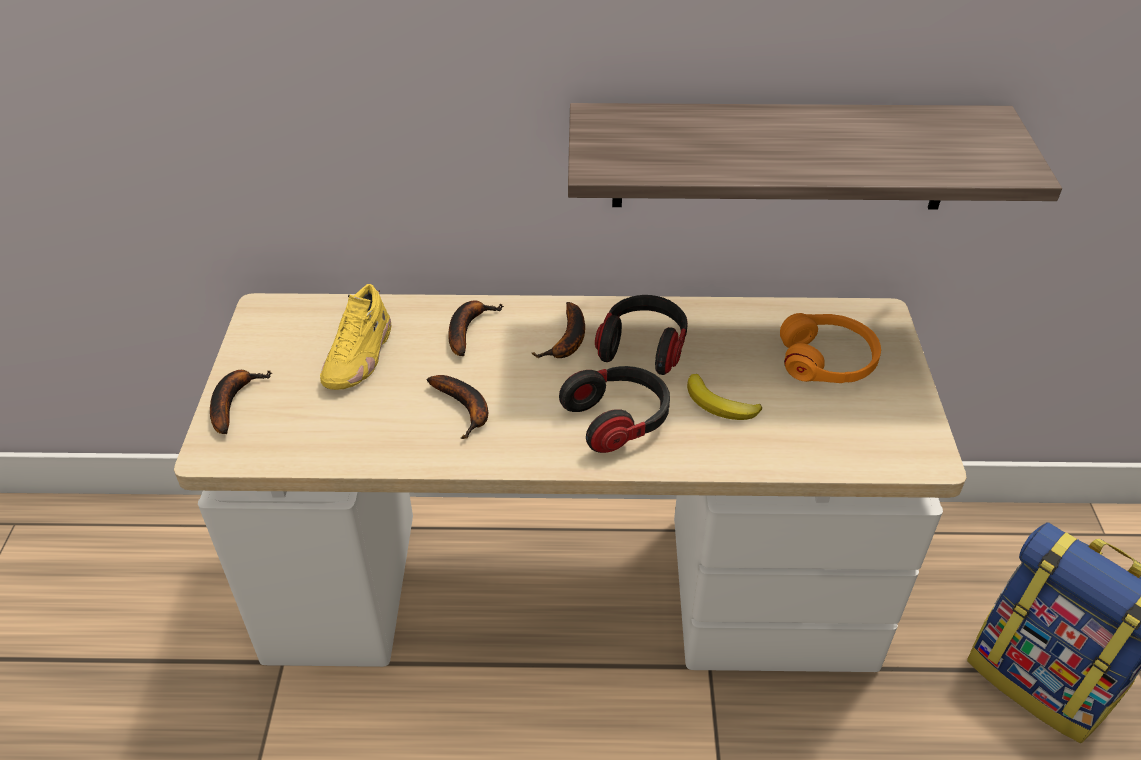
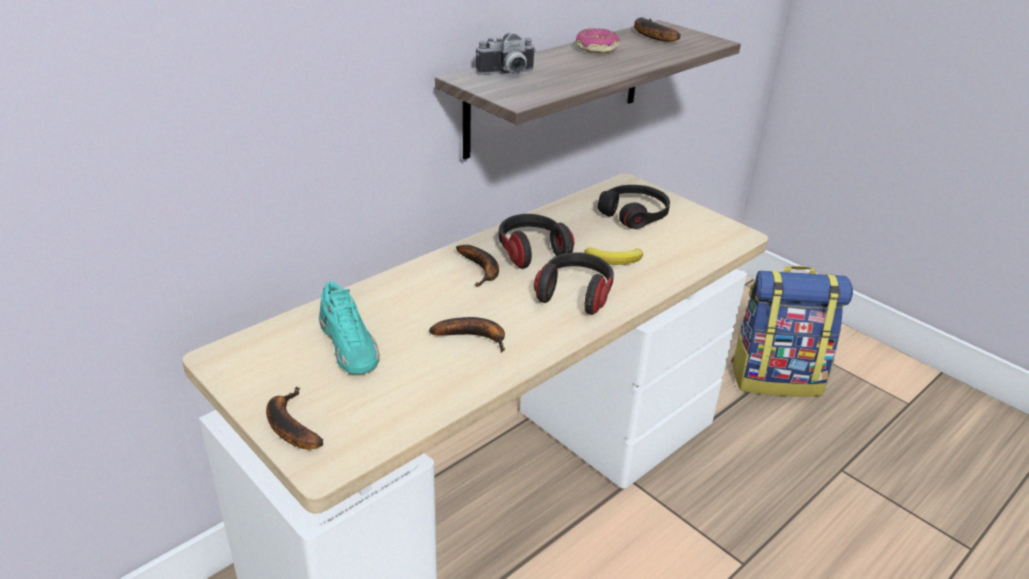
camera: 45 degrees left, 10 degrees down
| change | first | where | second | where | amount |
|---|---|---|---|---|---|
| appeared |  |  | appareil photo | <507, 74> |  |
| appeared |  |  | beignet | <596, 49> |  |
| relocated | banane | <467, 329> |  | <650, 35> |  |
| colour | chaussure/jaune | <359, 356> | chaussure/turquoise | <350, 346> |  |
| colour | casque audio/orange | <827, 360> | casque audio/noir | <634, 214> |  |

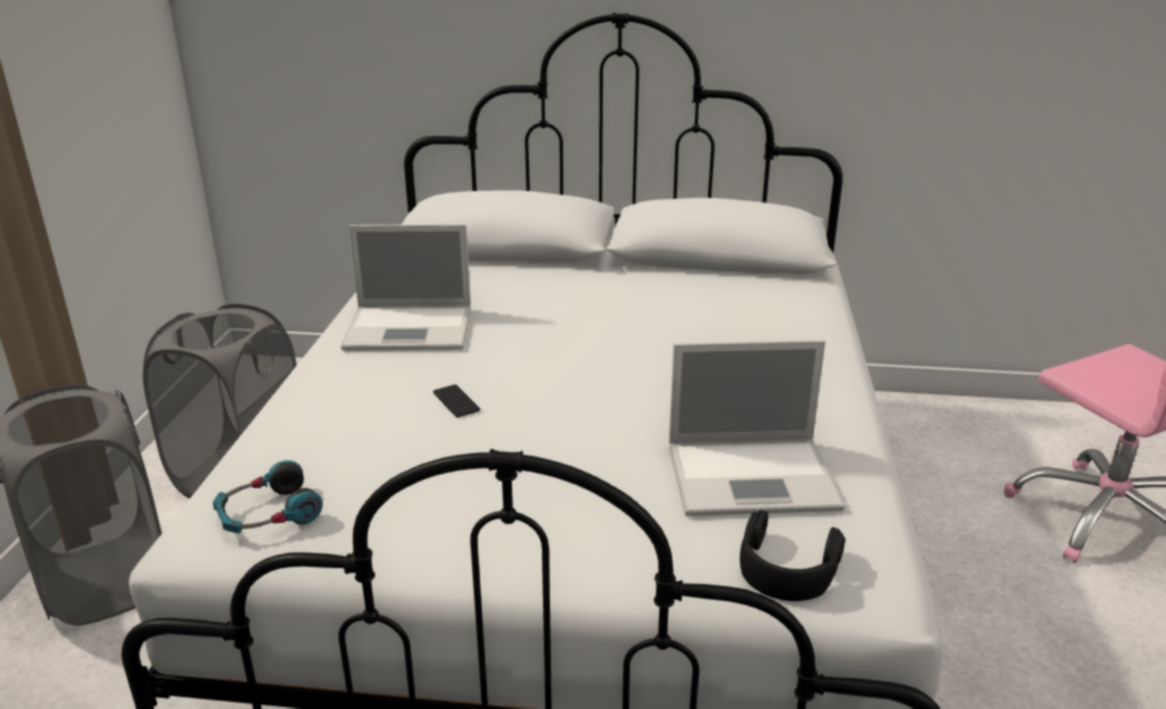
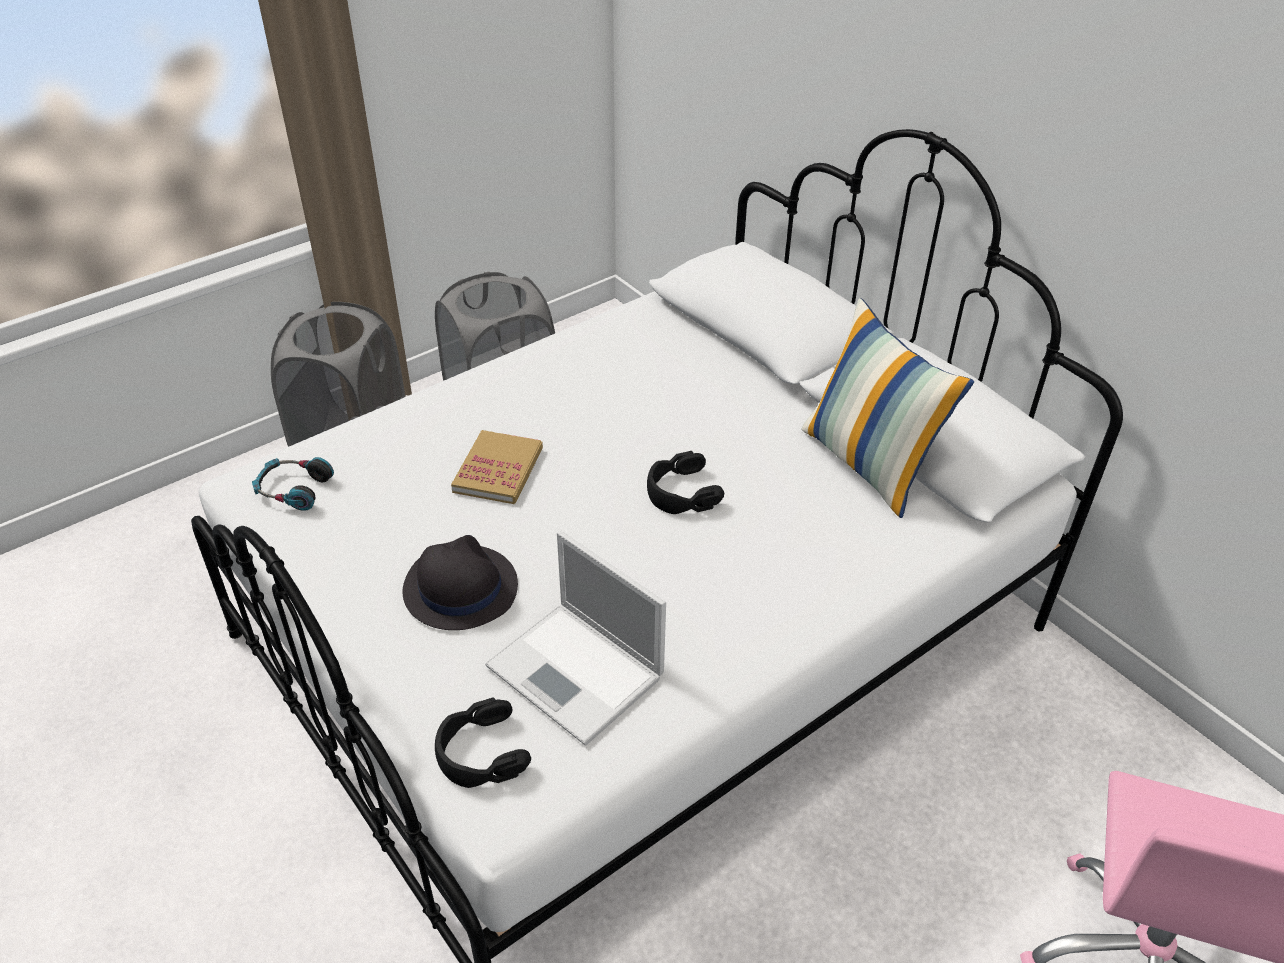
camera: 45 degrees right, 15 degrees up
| change | first | where | second | where | amount |
|---|---|---|---|---|---|
| missing | ordinateur portable | <412, 328> |  |  |  |
| appeared |  |  | chapeau/noir | <459, 588> |  |
| appeared |  |  | casque audio/noir | <681, 492> |  |
| appeared |  |  | coussin | <869, 464> |  |
| exchanged | téléphone | <456, 402> | livre | <498, 470> |  |

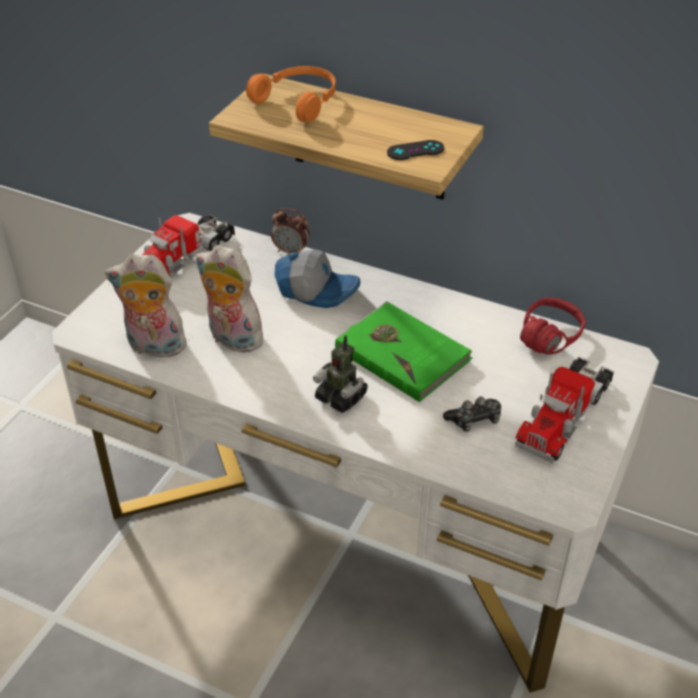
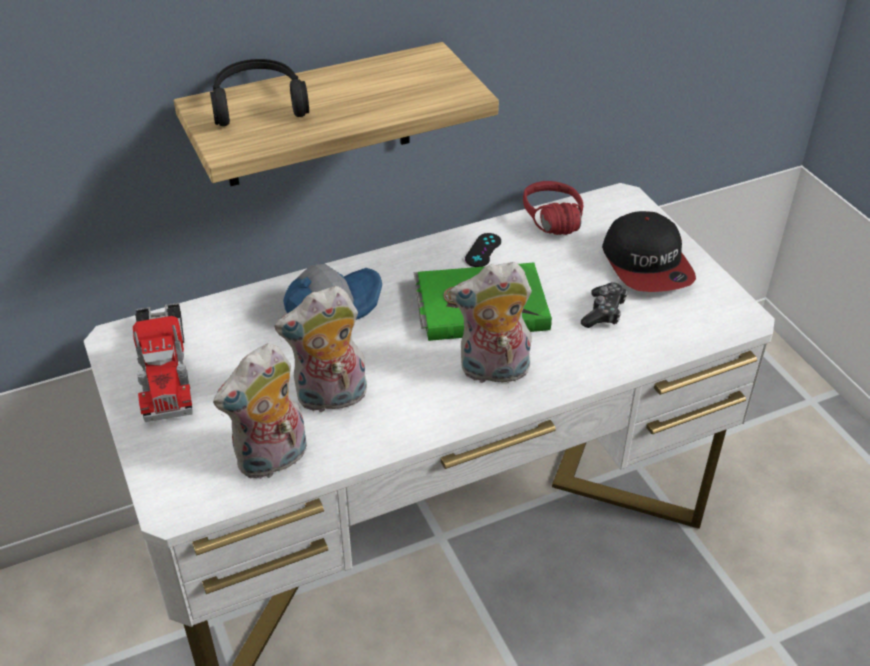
camera: 50 degrees left, 0 degrees up
| change | first | where | second | where | amount |
|---|---|---|---|---|---|
| missing | réveil | <291, 251> |  |  |  |
| relocated | manette/noir | <415, 150> |  | <483, 250> |  |
| exchanged | robot jouet | <341, 397> | peluche | <493, 372> |  |
| exchanged | camion jouet | <564, 415> | casquette | <647, 264> |  |
| colour | casque audio/orange | <299, 101> | casque audio/noir | <258, 103> |  |

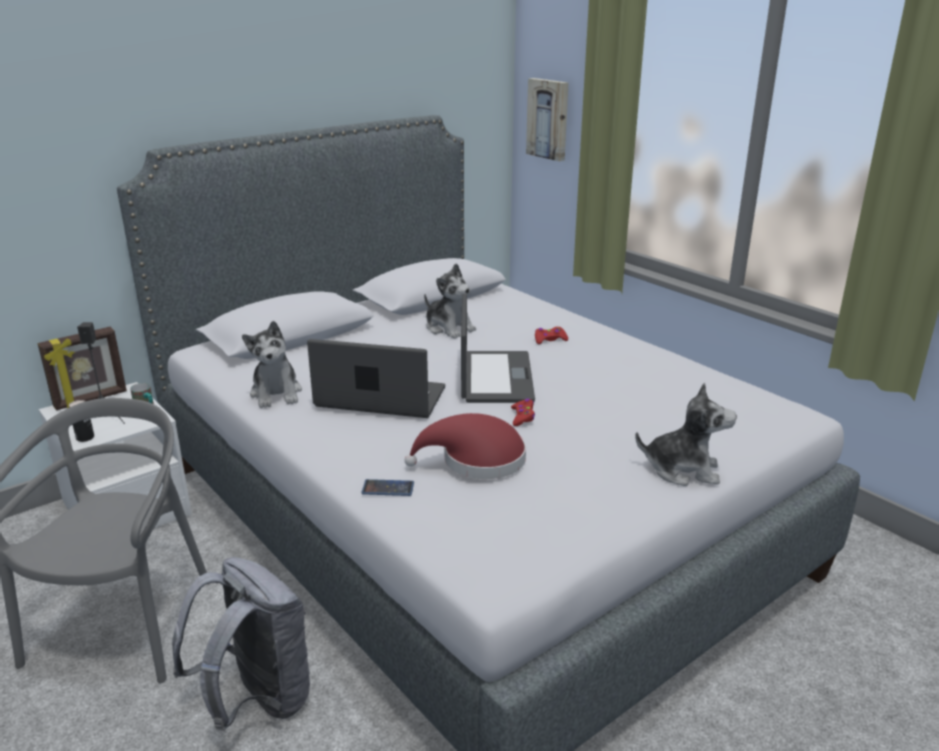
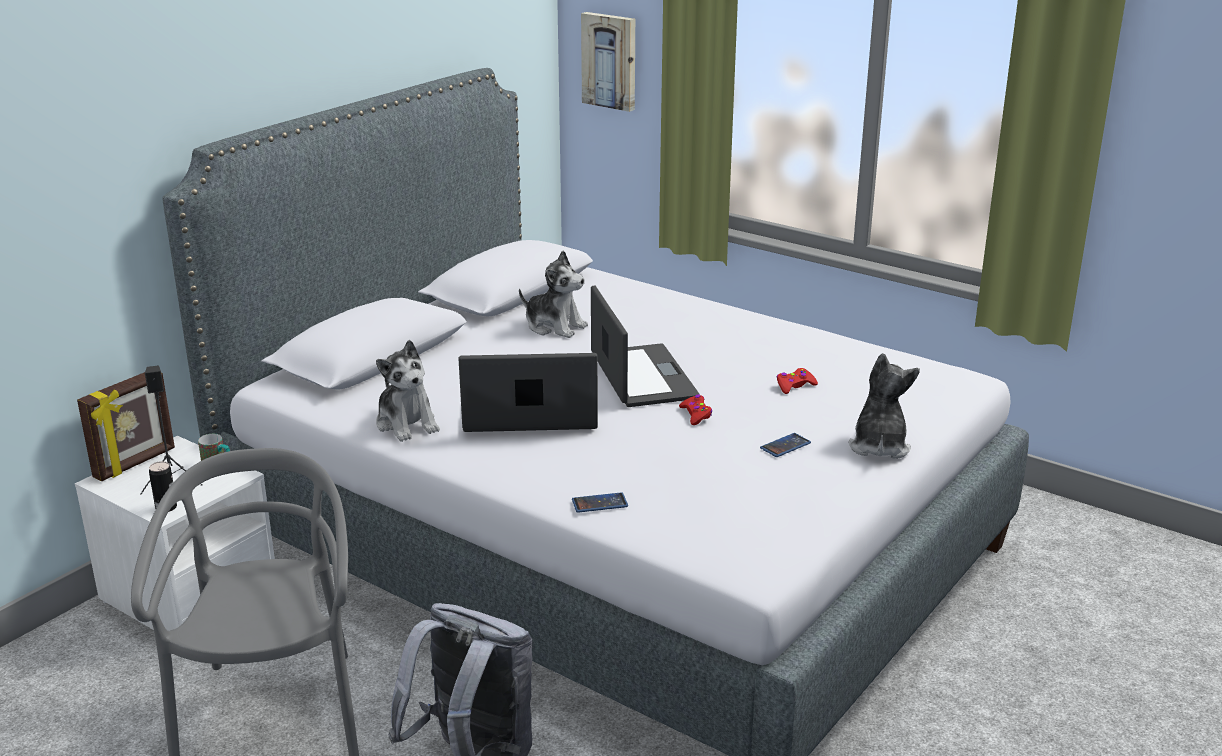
camera: 15 degrees left, 0 degrees up
| change | first | where | second | where | amount |
|---|---|---|---|---|---|
| missing | chapeau/rouge | <476, 461> |  |  |  |
| appeared |  |  | téléphone | <785, 446> |  |
| relocated | manette/rouge | <549, 339> |  | <794, 386> |  |
| spun | peluche | <683, 470> |  | <878, 446> | 75 degrees counterclockwise |

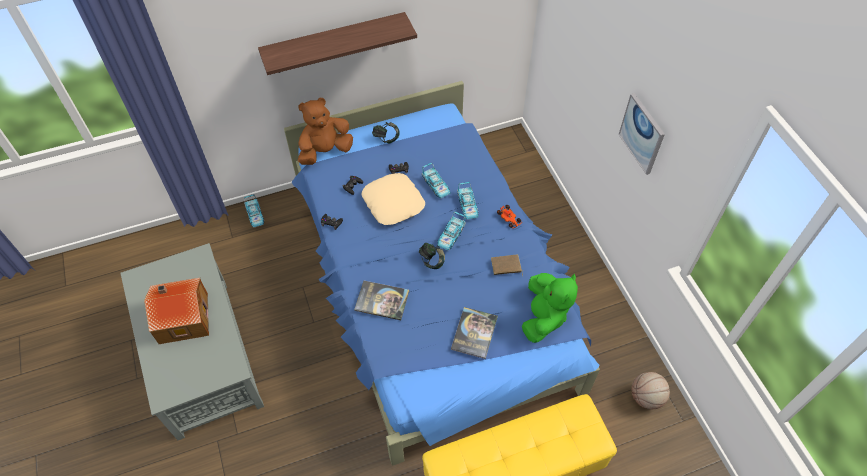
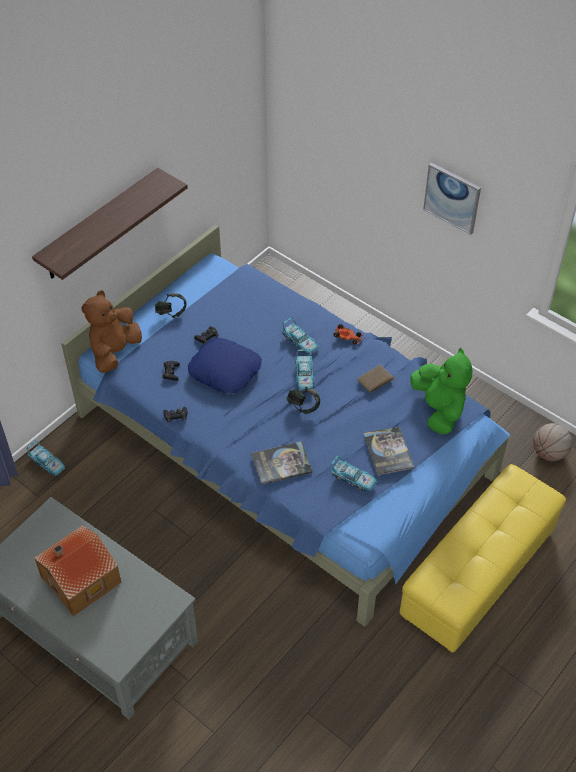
camera: 30 degrees left, 5 degrees down
| change | first | where | second | where | amount |
|---|---|---|---|---|---|
| relocated | petite voiture | <436, 185> |  | <353, 478> |  |
| colour | coussin/beige | <393, 203> | coussin/bleu | <225, 370> |  |

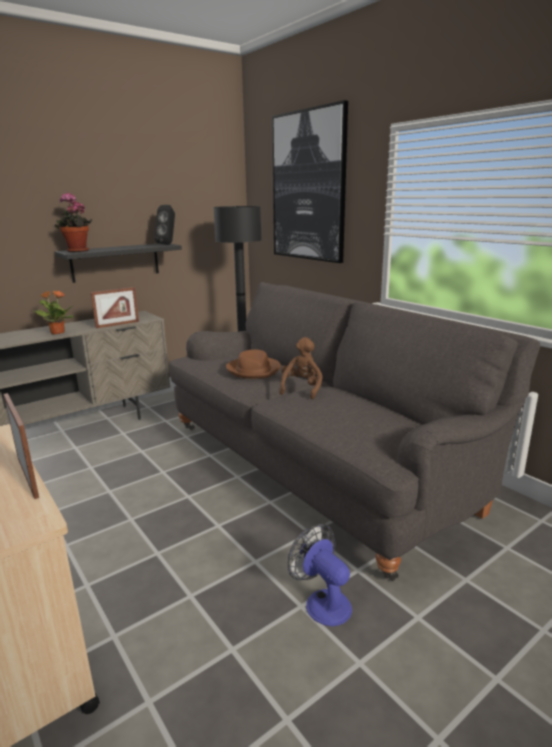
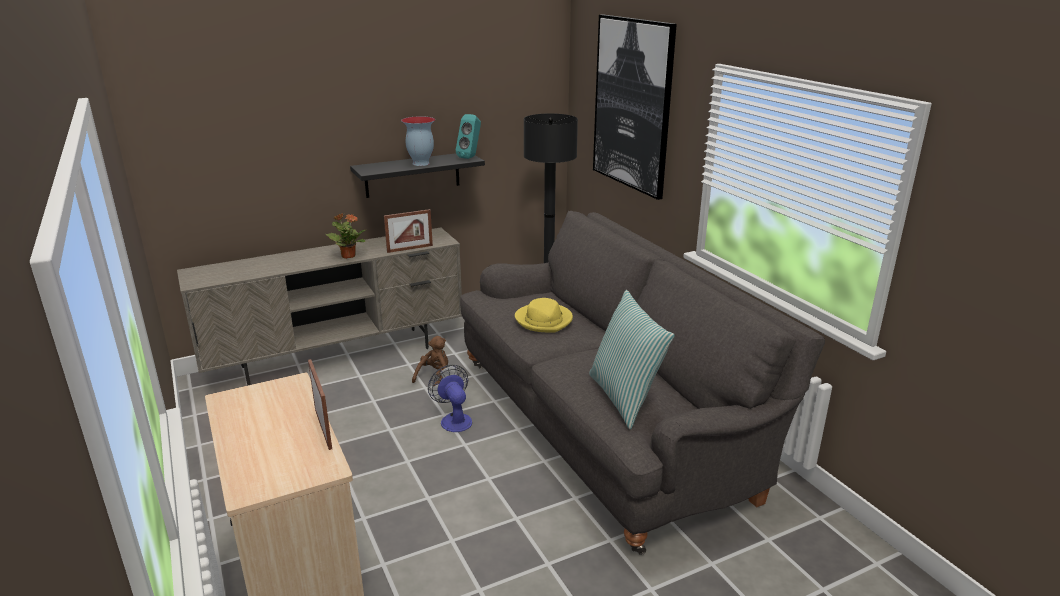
camera: 10 degrees right, 5 degrees up
| change | first | where | second | where | amount |
|---|---|---|---|---|---|
| missing | plante en pot | <77, 251> |  |  |  |
| appeared |  |  | vase | <420, 163> |  |
| appeared |  |  | coussin | <625, 398> |  |
| relocated | peluche/marron | <301, 389> |  | <434, 378> |  |
| relocated | ventilateur | <322, 601> |  | <454, 419> |  |
| colour | enceinte/noir | <168, 244> | enceinte/turquoise | <470, 157> |  |
| colour | chapeau/marron | <254, 370> | chapeau/jaune | <544, 320> |  |

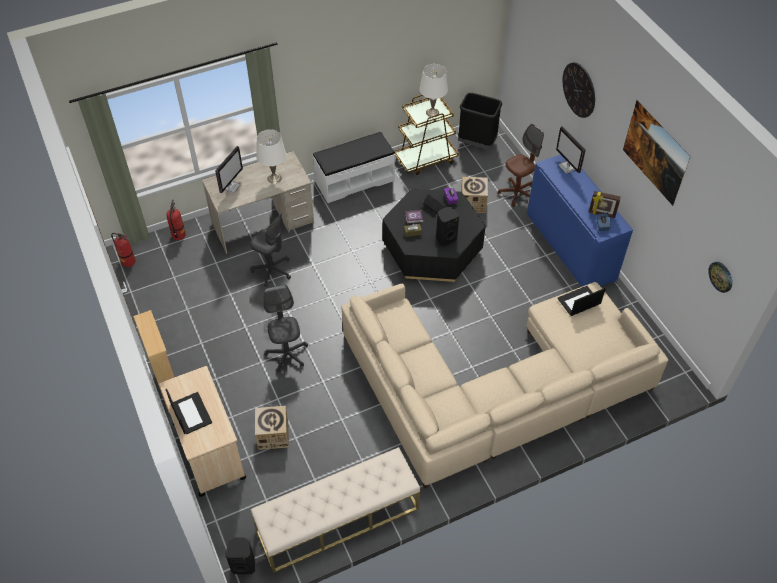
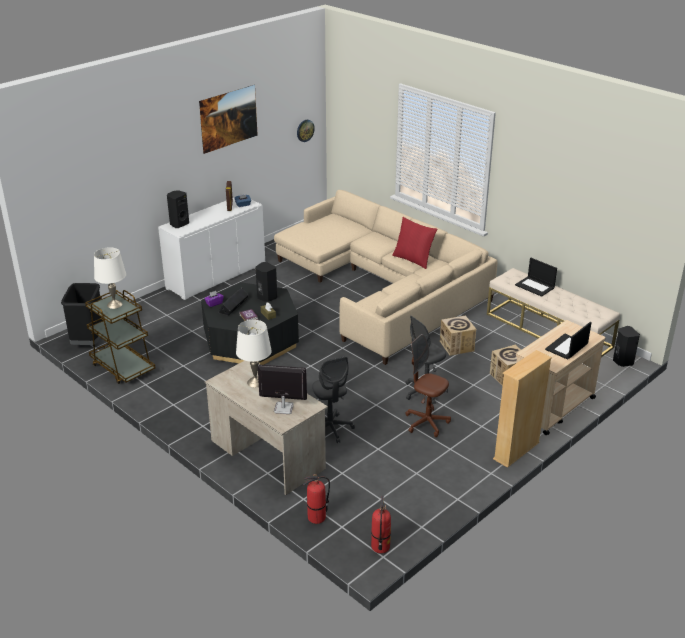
camera: 110 degrees left, 20 degrees down
| change | first | where | second | where | amount |
|---|---|---|---|---|---|
| missing | banc/blanc | <354, 181> |  |  |  |
| missing | horloge murale | <579, 90> |  |  |  |
| appeared |  |  | coussin/rouge | <413, 259> |  |
| relocated | carton | <473, 203> |  | <456, 346> |  |
| relocated | chaise de bureau/marron | <517, 193> |  | <426, 423> |  |
| relocated | ordinateur portable | <579, 302> |  | <535, 286> |  |
| exchanged | écran d'ordinateur | <568, 167> | enceinte/noir | <179, 224> |  |
| colour | meuble de rangement/bleu | <570, 247> | meuble de rangement/blanc | <216, 276> |  |
| spun | chaise de bureau/gris | <272, 270> |  | <330, 429> | 150 degrees clockwise |

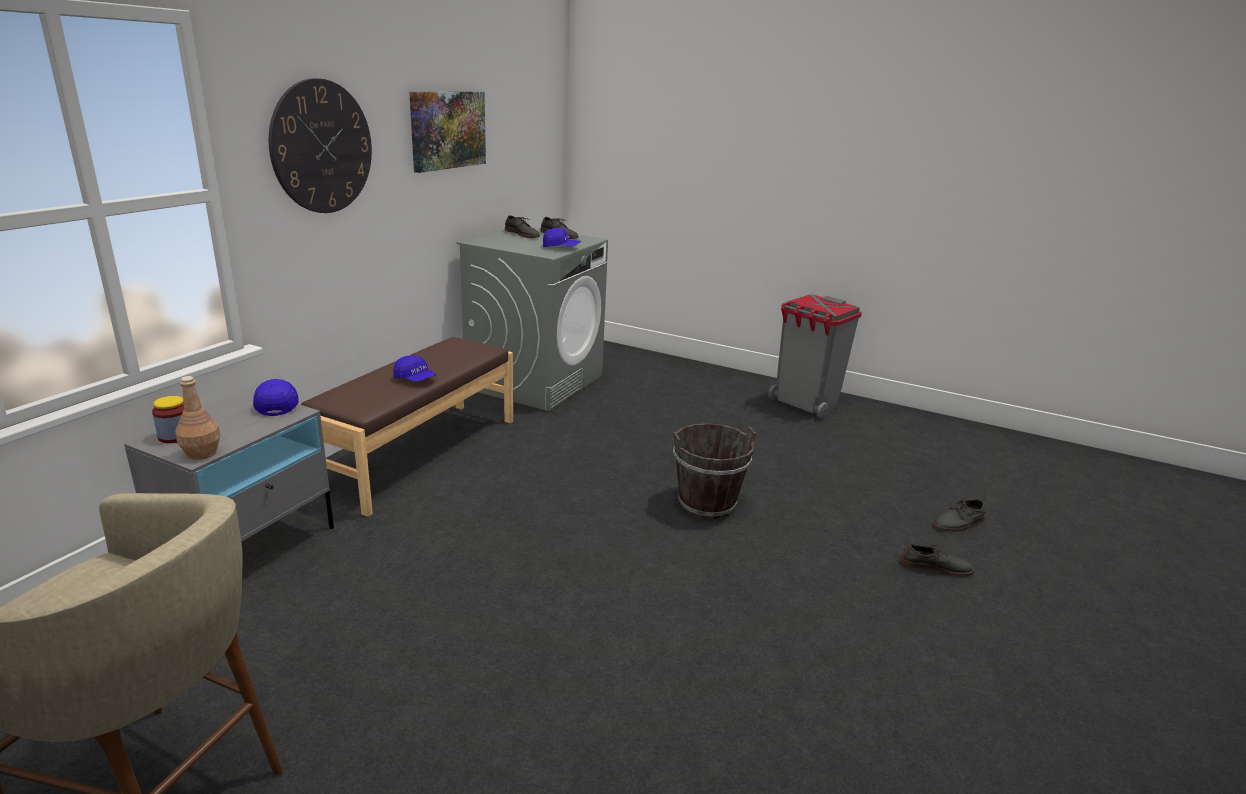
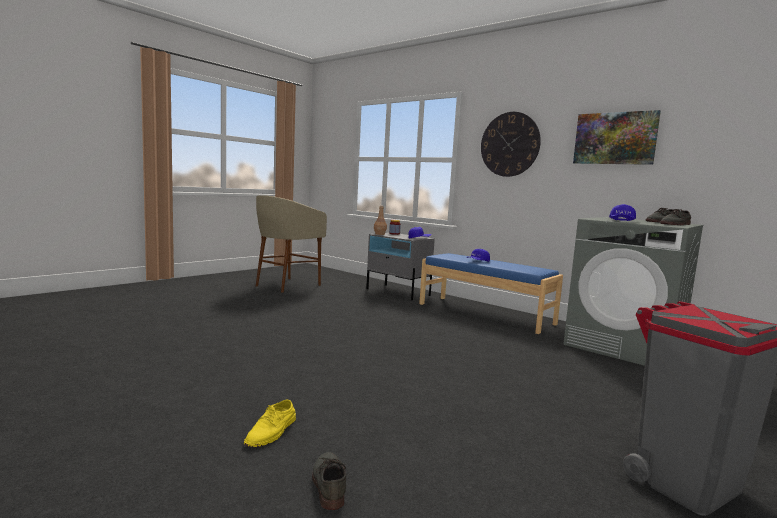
camera: 105 degrees right, 15 degrees down
| change | first | where | second | where | amount |
|---|---|---|---|---|---|
| missing | seau/marron | <706, 503> |  |  |  |
| colour | banc/marron | <418, 453> | banc/bleu | <485, 313> |  |
| colour | chaussure/gris | <935, 566> | chaussure/jaune | <272, 432> |  |

